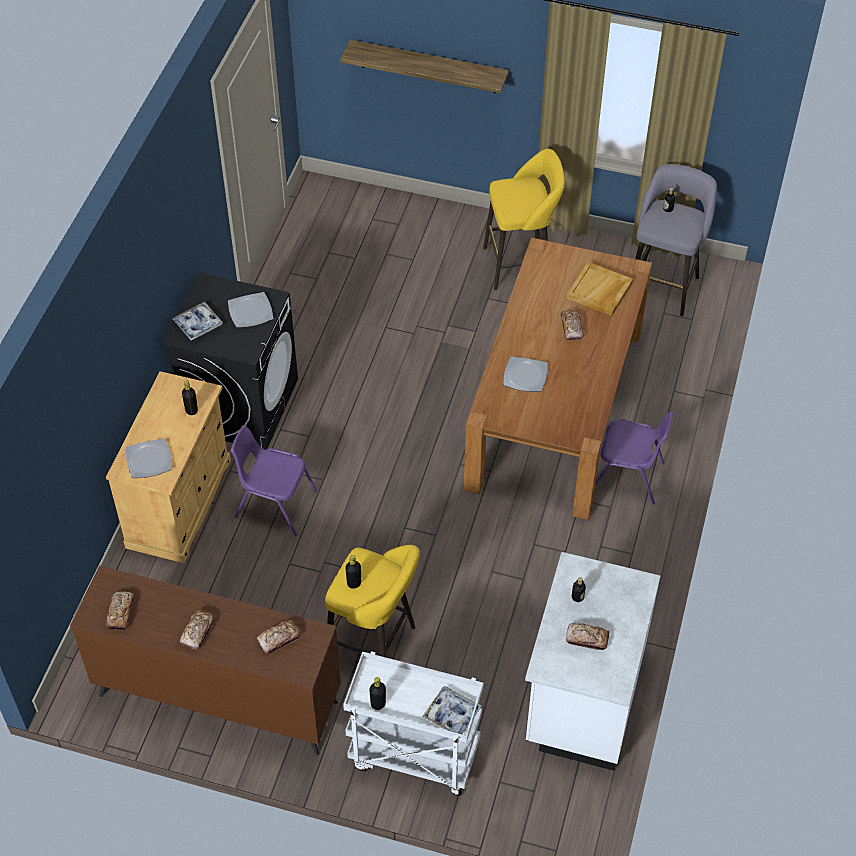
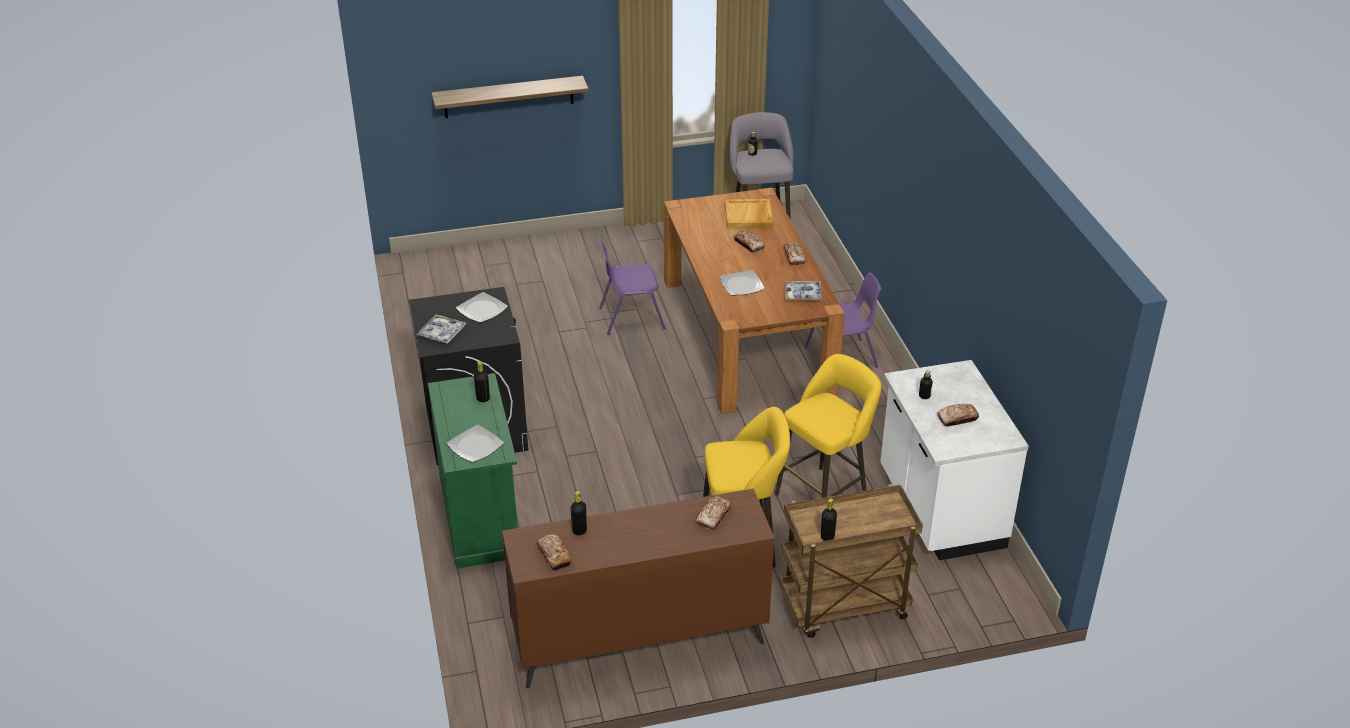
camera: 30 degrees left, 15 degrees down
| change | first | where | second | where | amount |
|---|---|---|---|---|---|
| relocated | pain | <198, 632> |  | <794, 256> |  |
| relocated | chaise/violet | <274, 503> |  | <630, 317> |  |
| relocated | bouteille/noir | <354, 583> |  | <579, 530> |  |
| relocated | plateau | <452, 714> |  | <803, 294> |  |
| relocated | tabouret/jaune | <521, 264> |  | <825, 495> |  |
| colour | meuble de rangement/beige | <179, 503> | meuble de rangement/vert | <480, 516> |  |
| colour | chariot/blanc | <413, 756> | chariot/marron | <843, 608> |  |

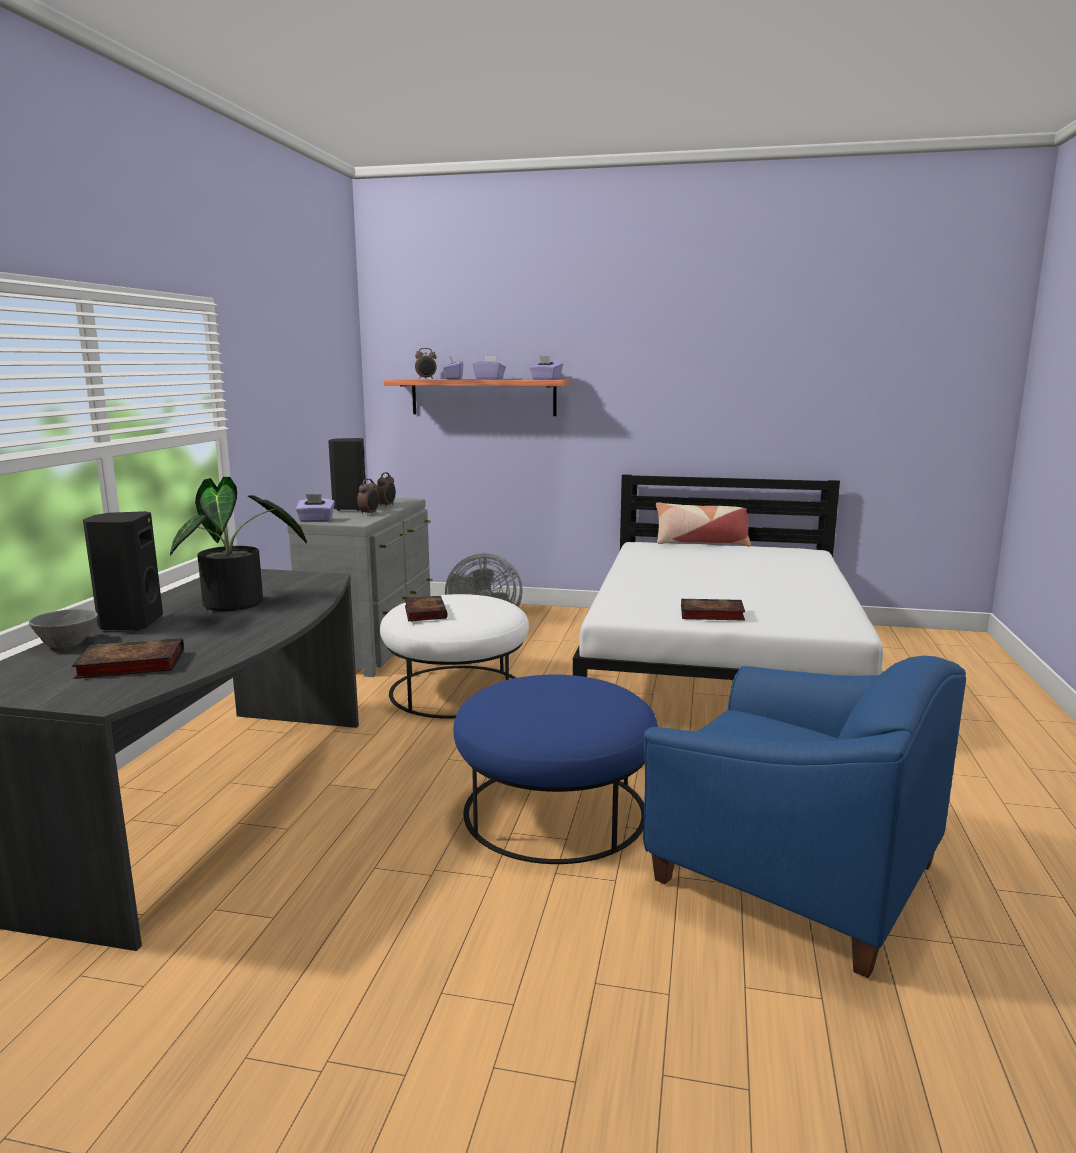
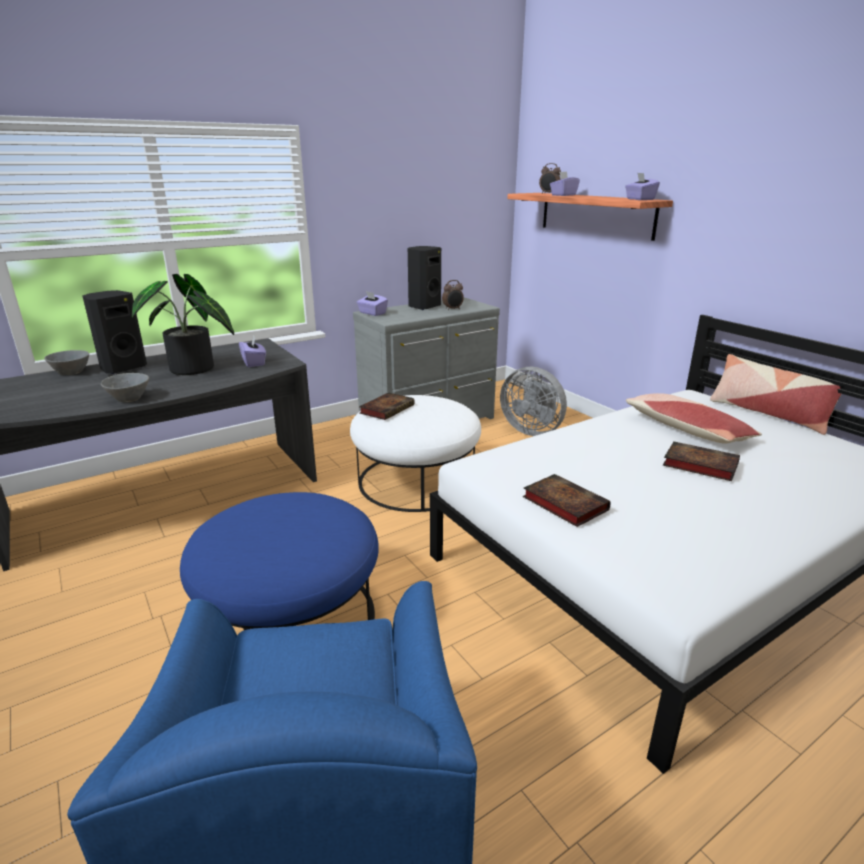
camera: 45 degrees right, 10 degrees up
| change | first | where | second | where | amount |
|---|---|---|---|---|---|
| missing | réveil | <369, 514> |  |  |  |
| appeared |  |  | bol/gris | <128, 399> |  |
| appeared |  |  | coussin | <686, 430> |  |
| relocated | livre | <128, 665> |  | <698, 464> |  |
| relocated | boîte à mouchoirs/violet | <489, 379> |  | <254, 362> |  |

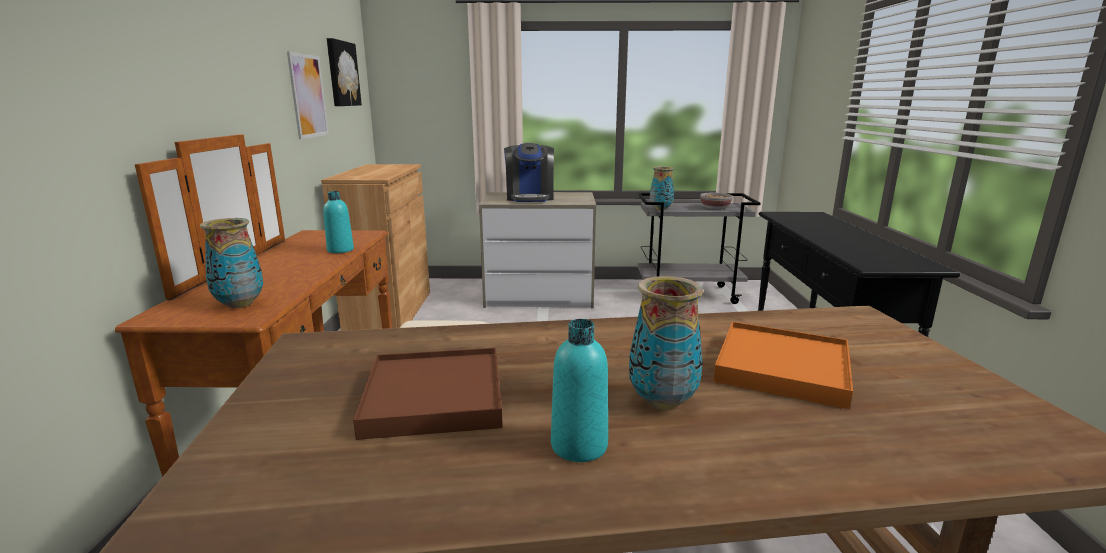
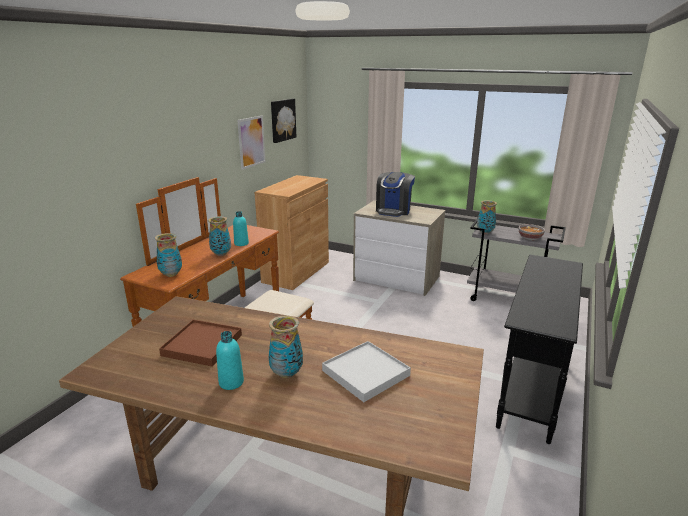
camera: 25 degrees right, 5 degrees up
| change | first | where | second | where | amount |
|---|---|---|---|---|---|
| appeared |  |  | vase | <221, 254> |  |
| colour | plateau/orange | <782, 368> | plateau/blanc | <366, 373> |  |

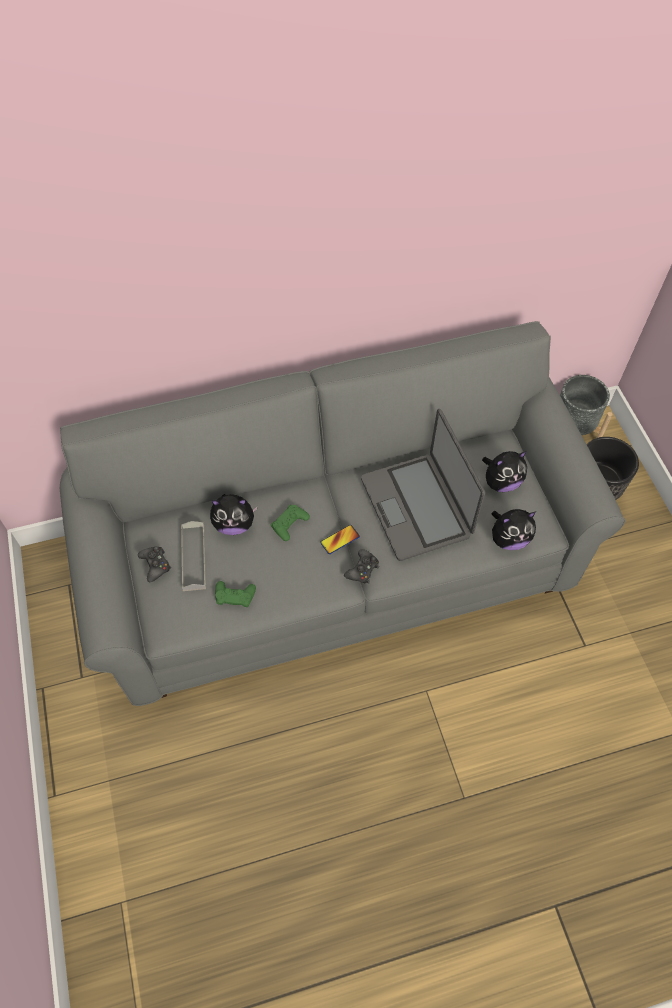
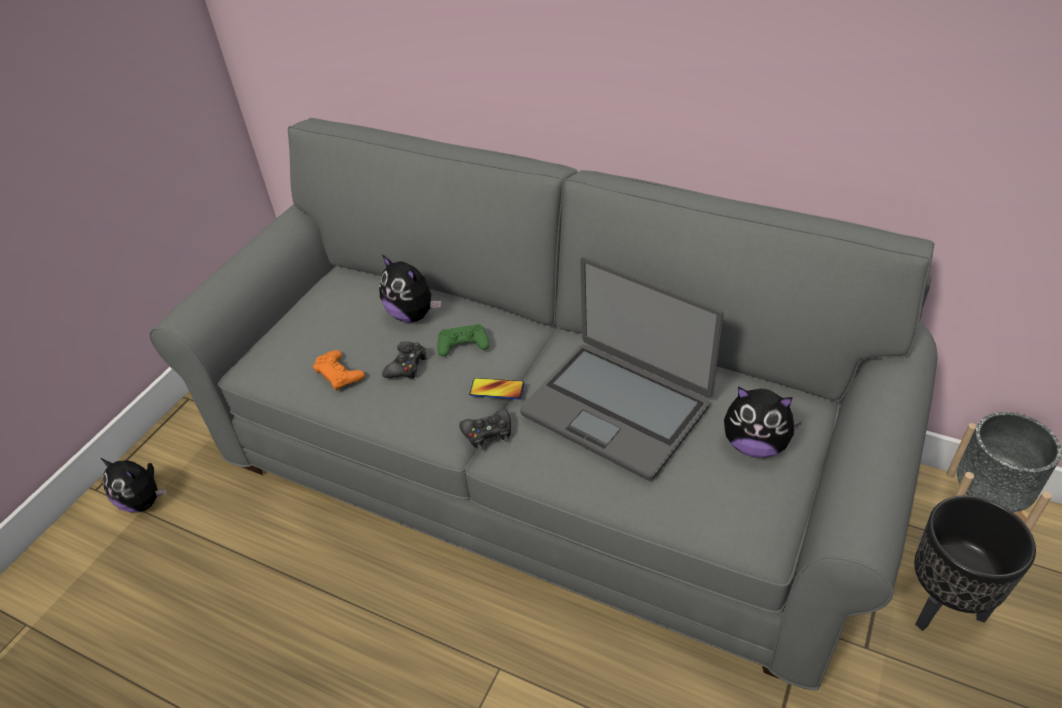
camera: 45 degrees right, 15 degrees down
| change | first | where | second | where | amount |
|---|---|---|---|---|---|
| missing | plateau/gris | <193, 557> |  |  |  |
| relocated | manette/noir | <155, 565> |  | <407, 366> |  |
| relocated | peluche | <508, 539> |  | <144, 501> |  |
| colour | manette/vert | <235, 595> | manette/orange | <339, 374> |  |
| spun | ordinateur portable | <417, 507> |  | <616, 408> | 75 degrees counterclockwise |

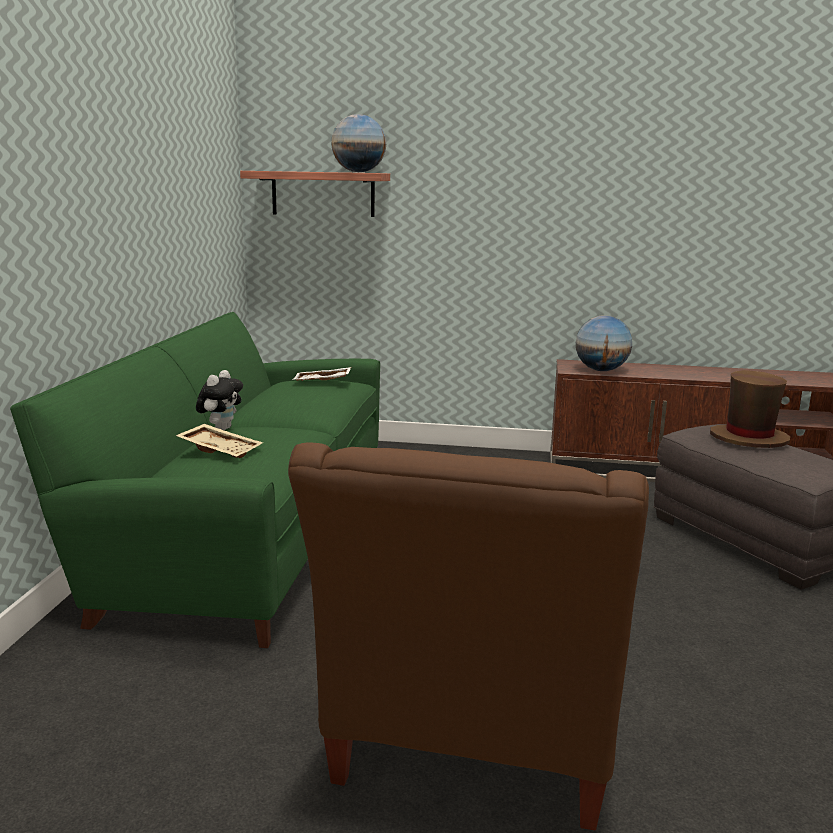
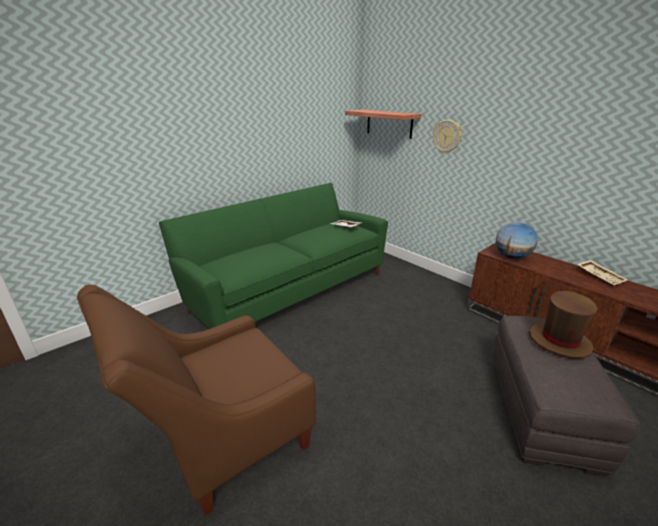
camera: 40 degrees right, 10 degrees up
| change | first | where | second | where | amount |
|---|---|---|---|---|---|
| missing | peluche | <221, 428> |  |  |  |
| missing | globe | <359, 172> |  |  |  |
| appeared |  |  | horloge murale | <447, 136> |  |
| relocated | plateau/beige | <221, 449> |  | <600, 277> |  |

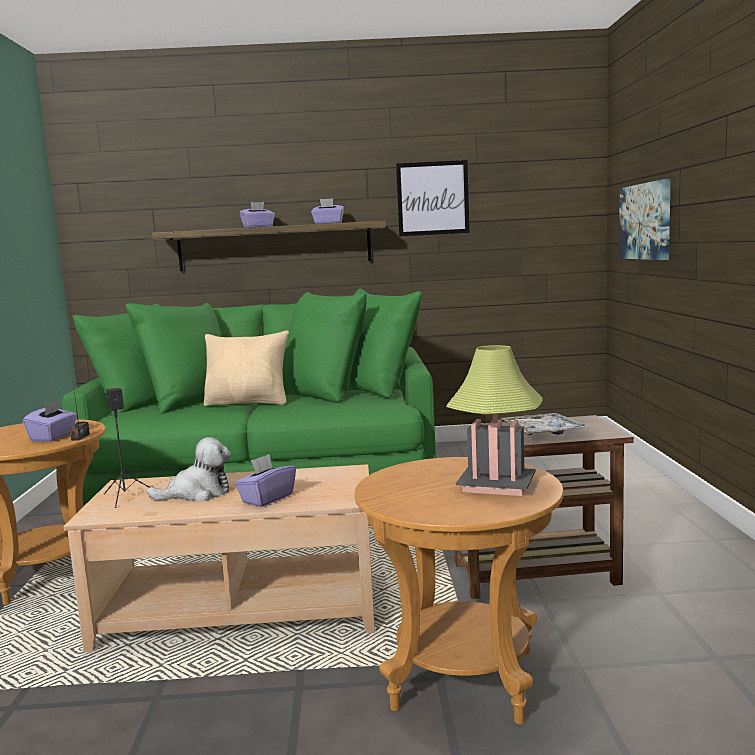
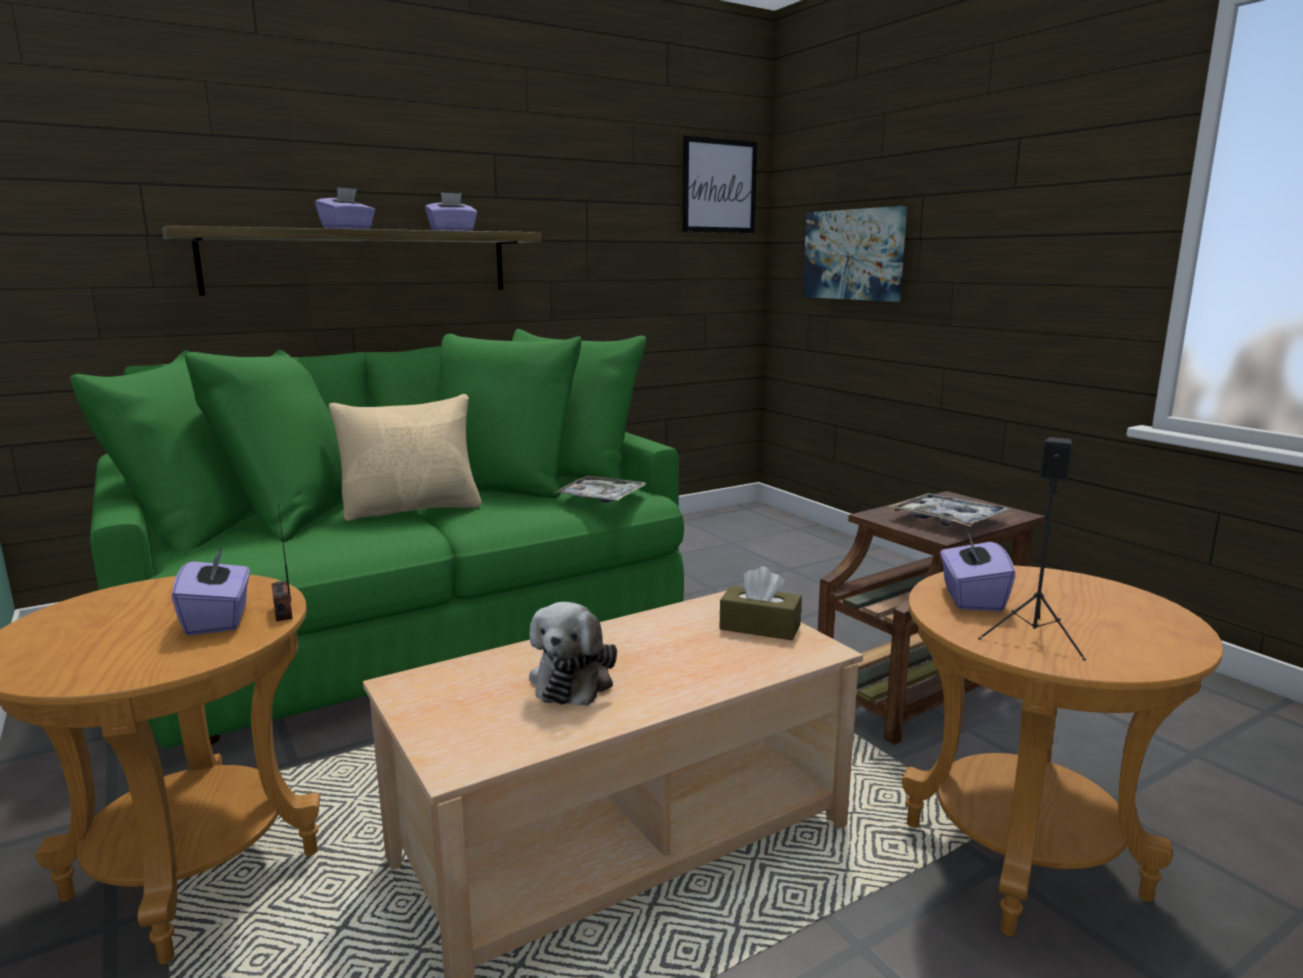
camera: 30 degrees left, 5 degrees up
| change | first | where | second | where | amount |
|---|---|---|---|---|---|
| missing | lampe de table | <496, 485> |  |  |  |
| appeared |  |  | plateau | <601, 498> |  |
| appeared |  |  | boîte à mouchoirs/marron | <760, 627> |  |
| relocated | enceinte/noir | <125, 497> |  | <1034, 638> |  |
| relocated | boîte à mouchoirs/violet | <267, 499> |  | <971, 598> |  |
| relocated | tableau | <432, 198> |  | <719, 186> |  |
| spun | peluche | <197, 493> |  | <574, 679> | 150 degrees clockwise |

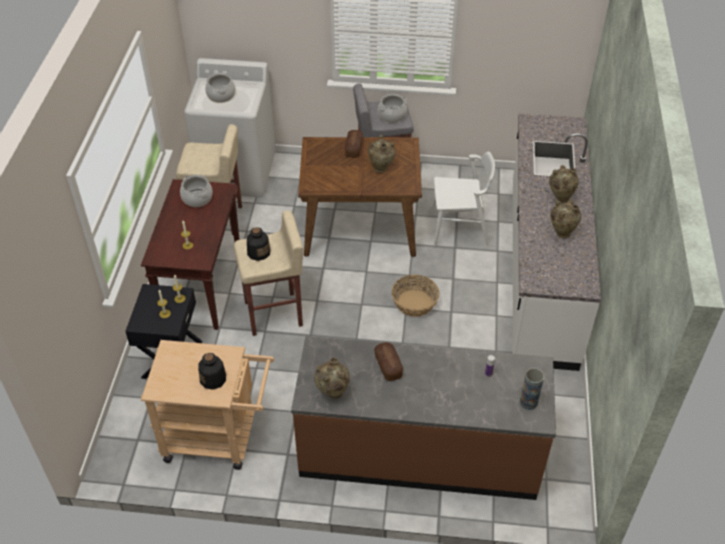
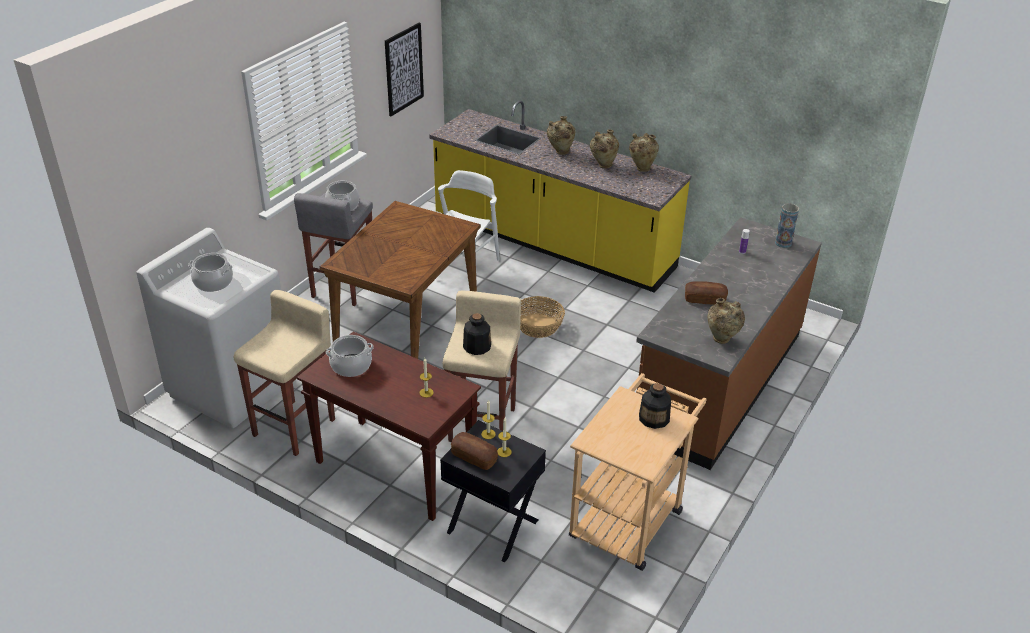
camera: 65 degrees left, 10 degrees down
| change | first | where | second | where | amount |
|---|---|---|---|---|---|
| appeared |  |  | tableau | <404, 69> |  |
| relocated | pain | <353, 148> |  | <474, 457> |  |
| relocated | vase/beige | <381, 168> |  | <641, 168> |  |
| colour | comptoir de cuisine/blanc | <540, 271> | comptoir de cuisine/jaune | <552, 244> |  |

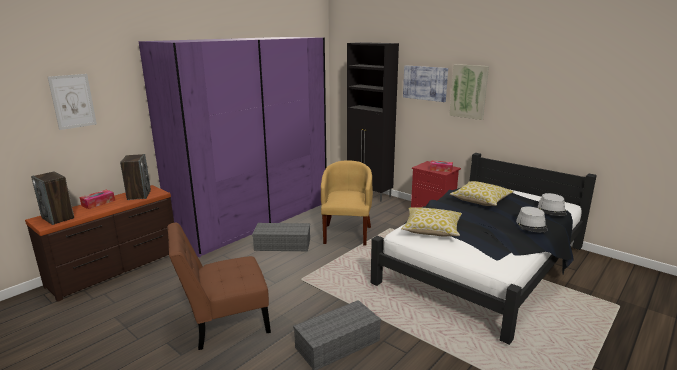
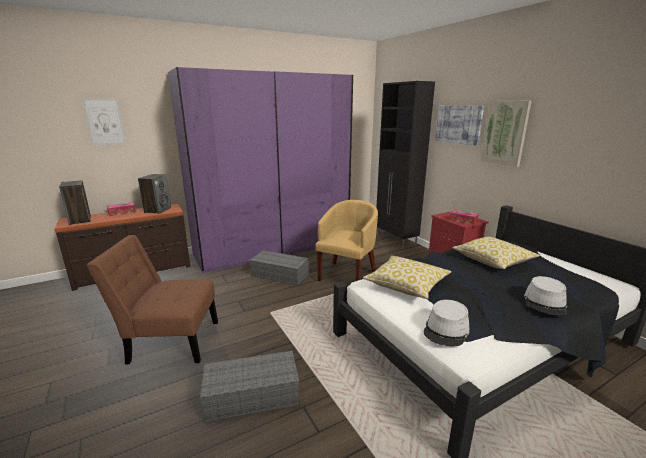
camera: 20 degrees right, 0 degrees up
| change | first | where | second | where | amount |
|---|---|---|---|---|---|
| relocated | chapeau/gris | <552, 210> |  | <446, 330> |  |

